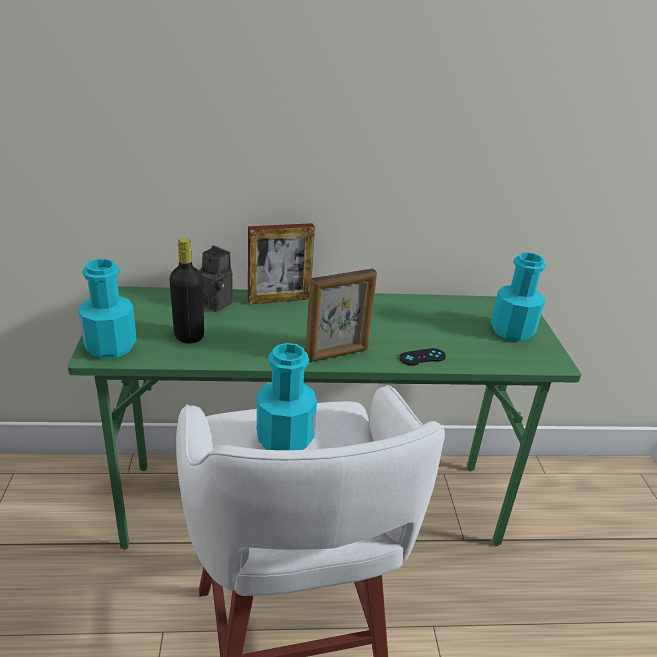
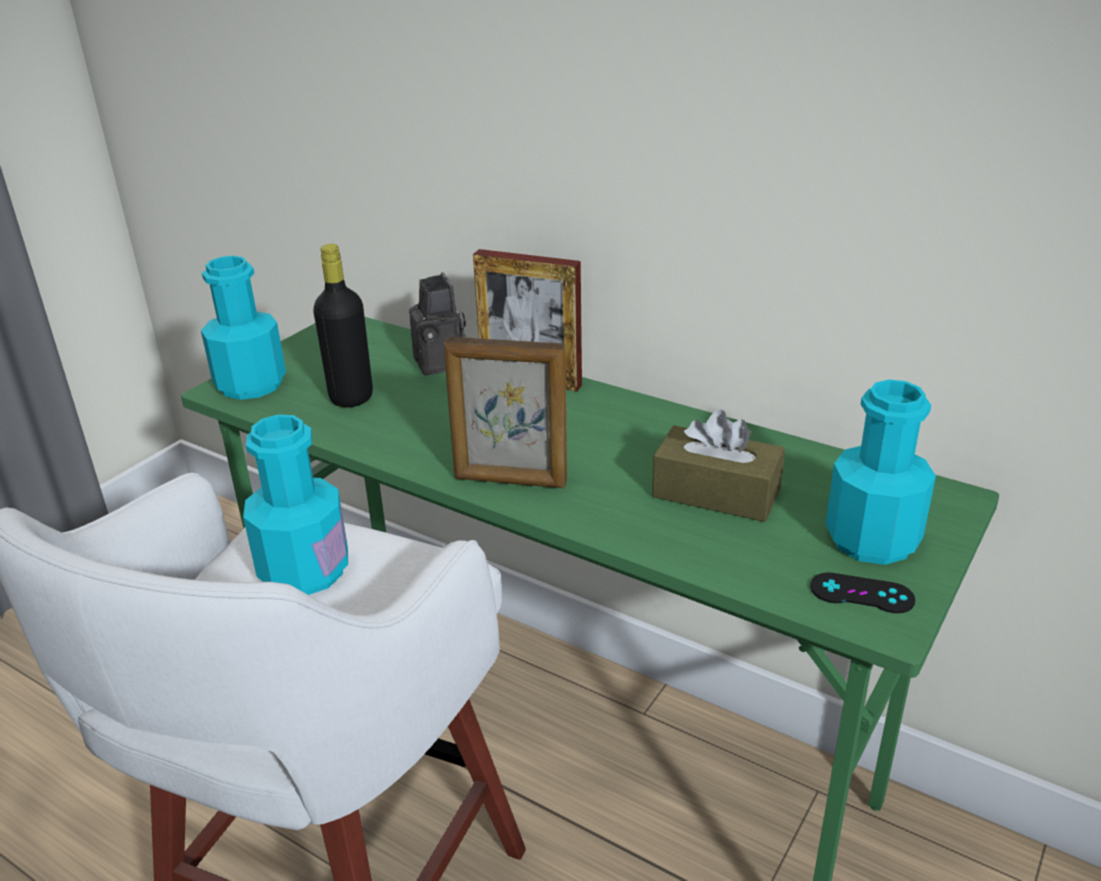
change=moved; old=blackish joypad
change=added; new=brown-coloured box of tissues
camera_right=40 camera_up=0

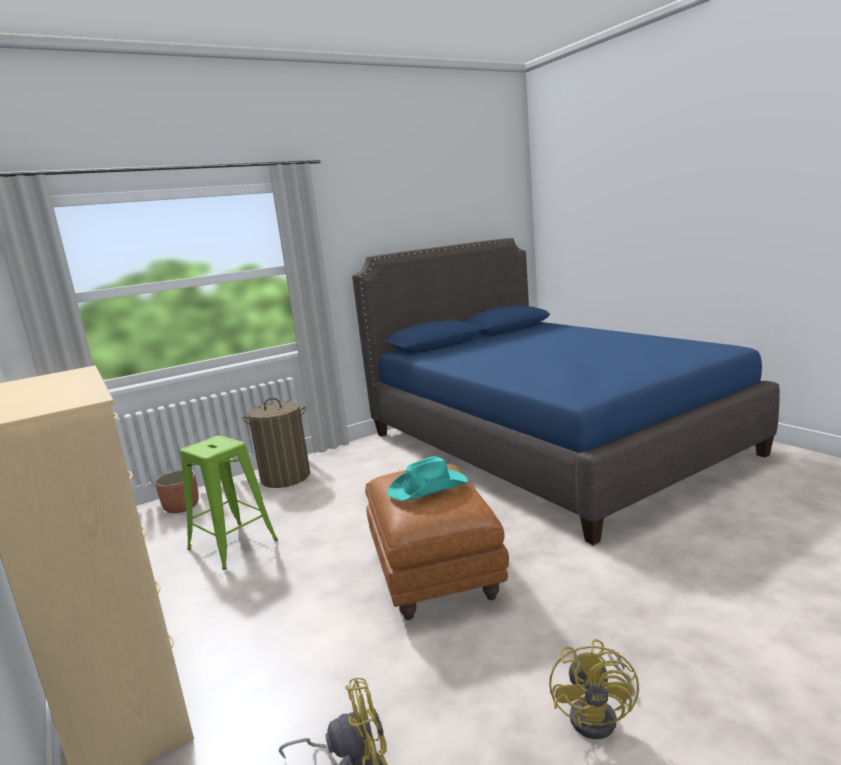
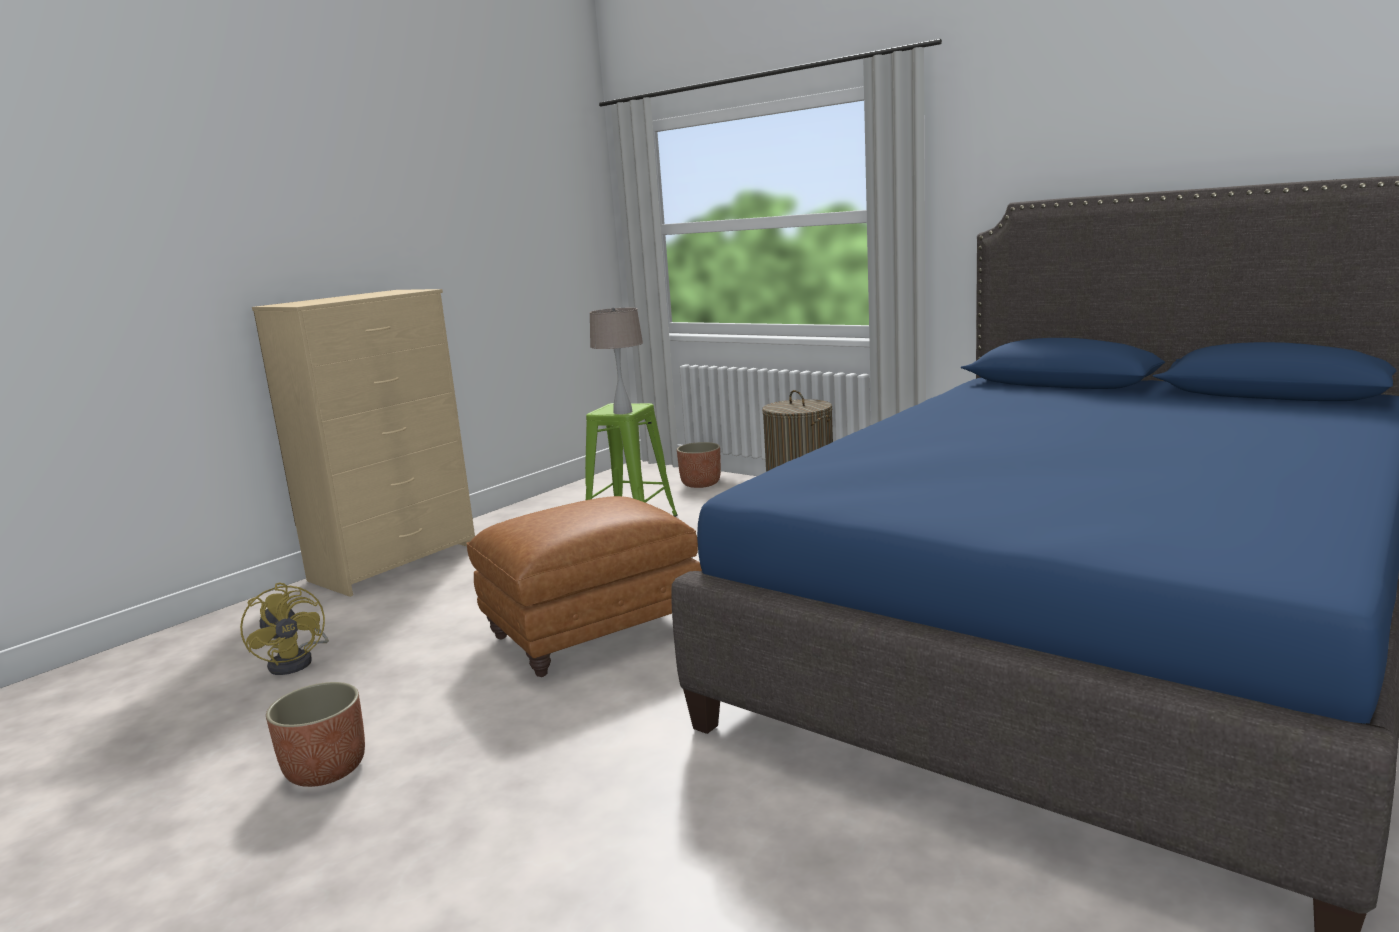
change=removed; old=turquoise-coloured hat
change=replaced; old=yellowish electric fan (2nd from left); new=plant pot (1st from left)
change=added; new=beige-coloured lamp for a table
camera_right=70 camera_up=0

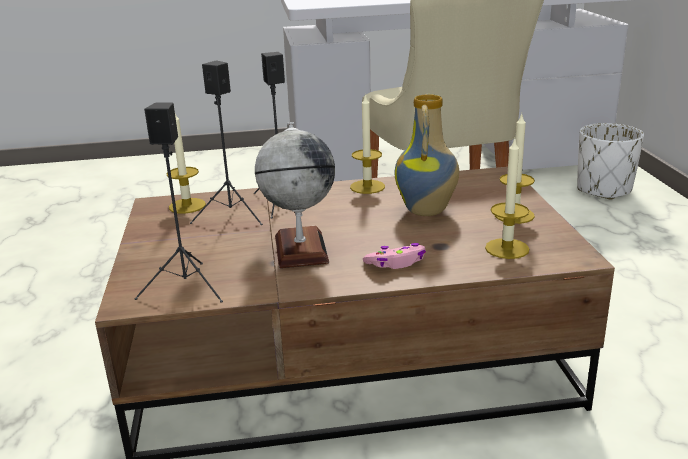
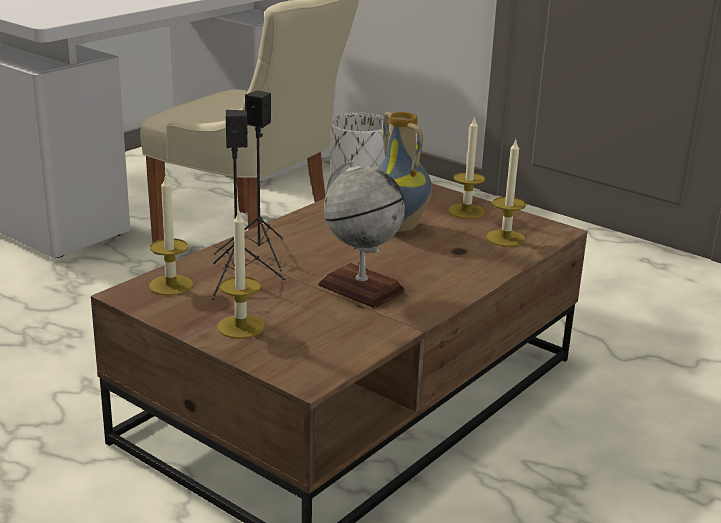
change=removed; old=blackish loudspeaker (1st from left)
change=moved; old=wax candle (2nd from left)
change=removed; old=pinkish joypad
camera_right=-45 camera_up=0

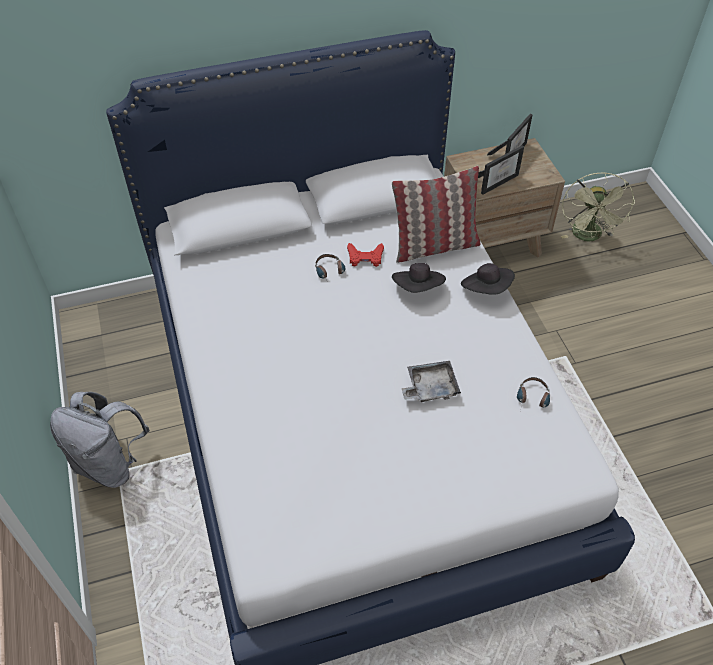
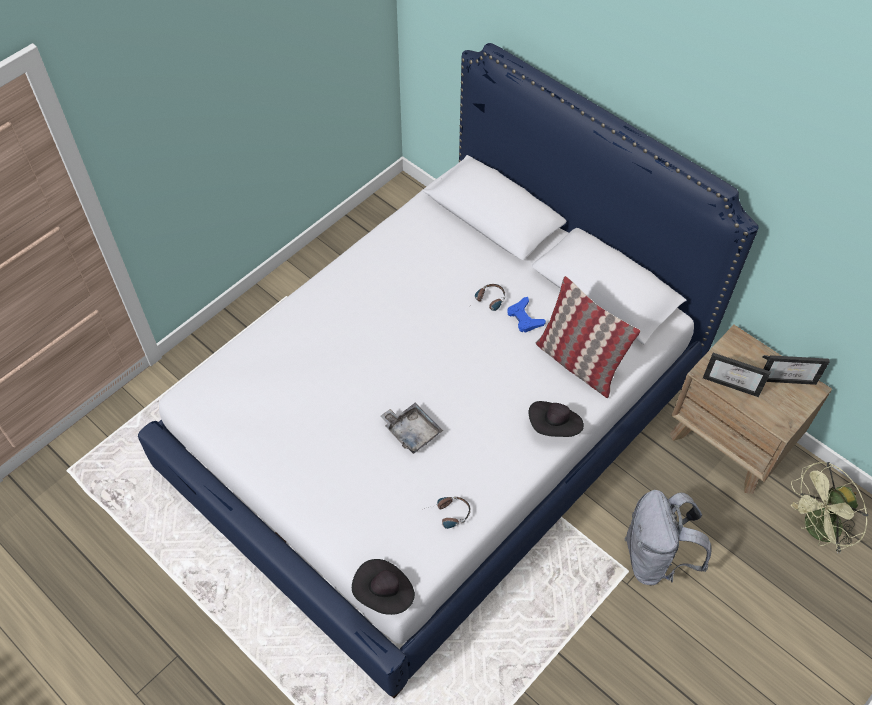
change=moved; old=greyish backpack
change=recoloured; old=reddish joypad; new=bluish joypad
change=moved; old=blackish hat (1st from left)
camera_right=60 camera_up=5

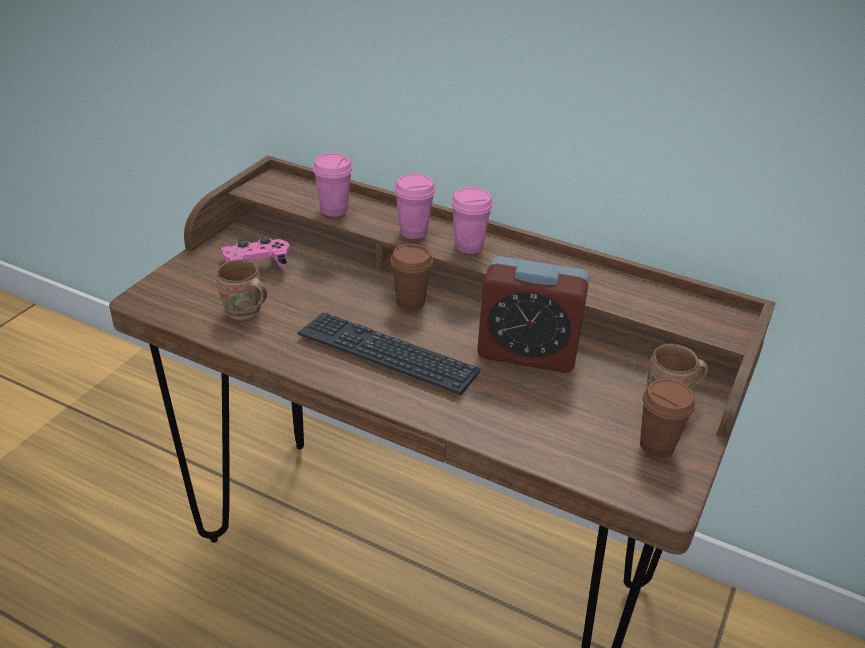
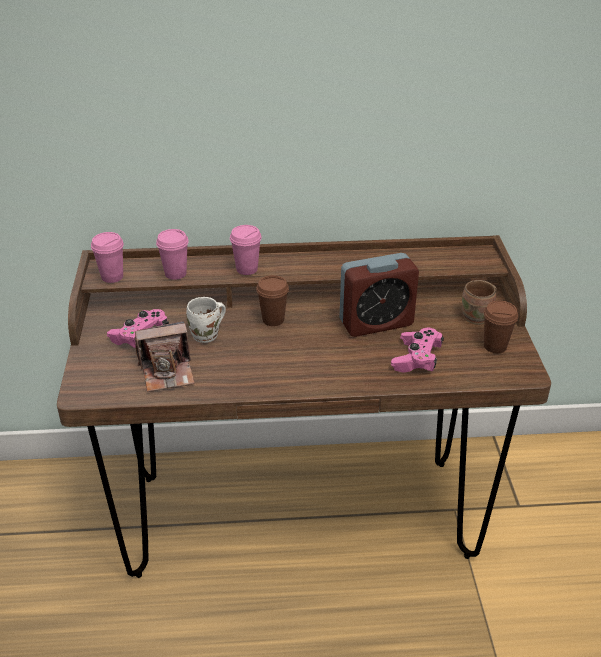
change=replaced; old=brown-coloured coffee mug (1st from left); new=photo camera
change=removed; old=PC keyboard
change=moved; old=pinkish drinking cup (3rd from left in the first image); new=pinkish drinking cup (1st from left)
change=added; new=whitish coffee mug
change=added; new=pinkish joypad (2nd from left)
camera_right=-30 camera_up=0

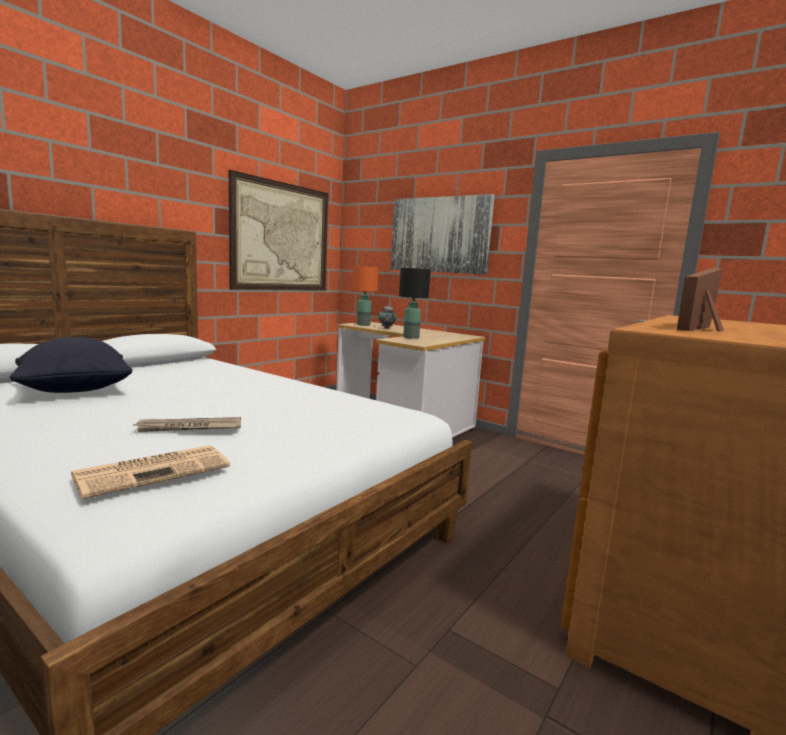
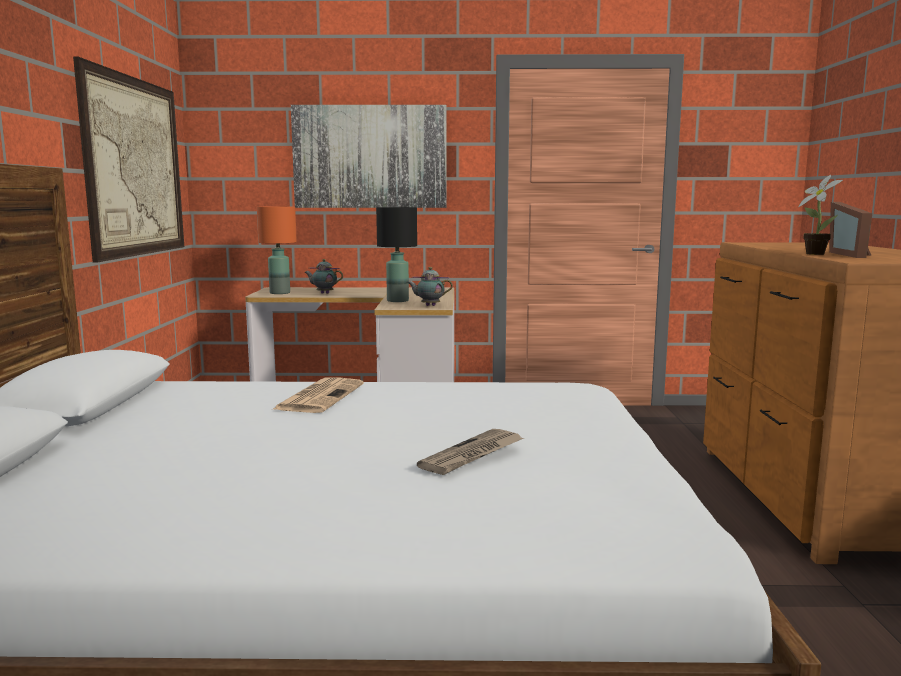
change=removed; old=blackish pillow
change=moved; old=newspaper (1st from left)
change=added; new=pot for tea (2nd from left)
change=added; new=potted plant
camera_right=-35 camera_up=0

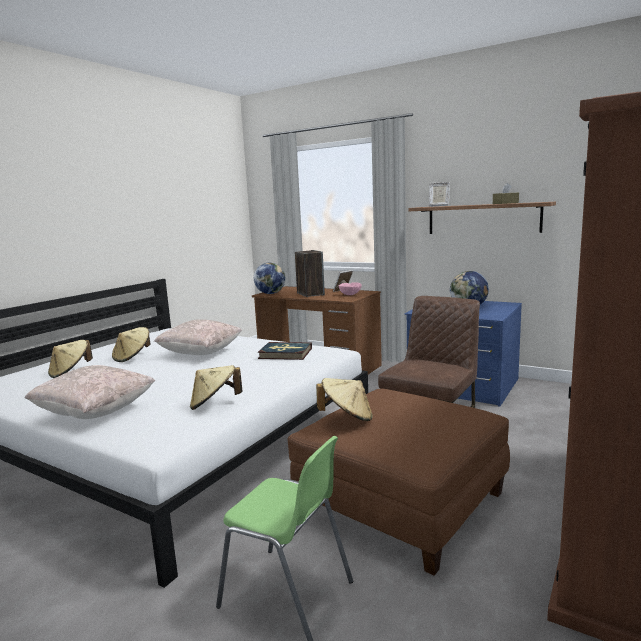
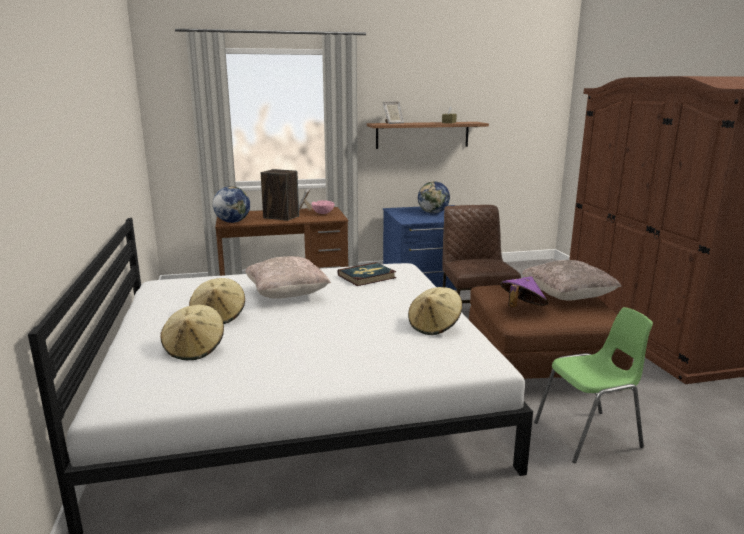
change=moved; old=beige-coloured pillow (1st from left in the first image); new=beige-coloured pillow (2nd from left)
change=recoloured; old=beige-coloured hat (4th from left); new=purplish hat
camera_right=-45 camera_up=5

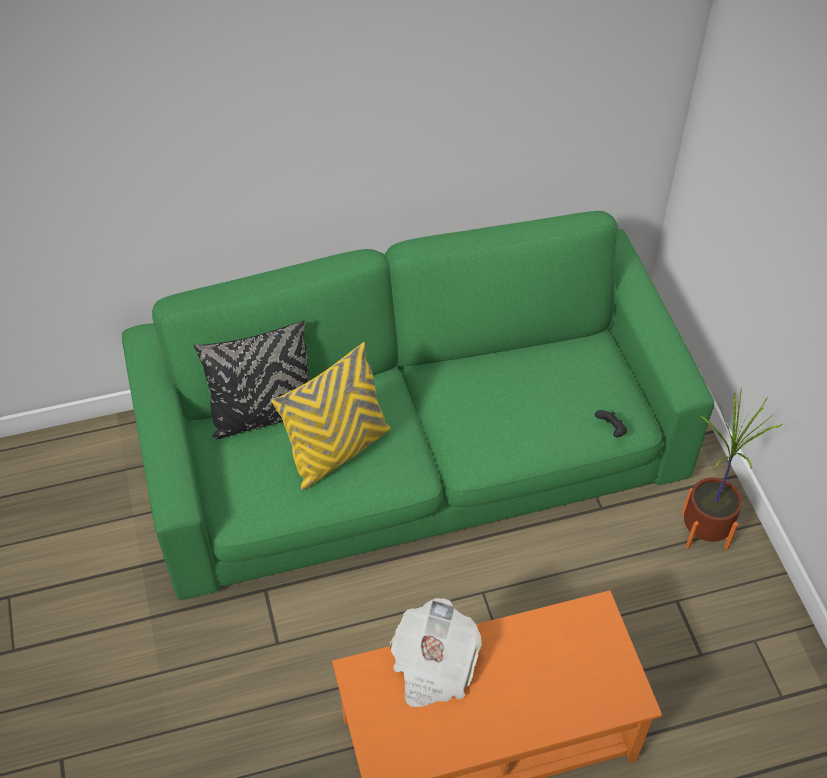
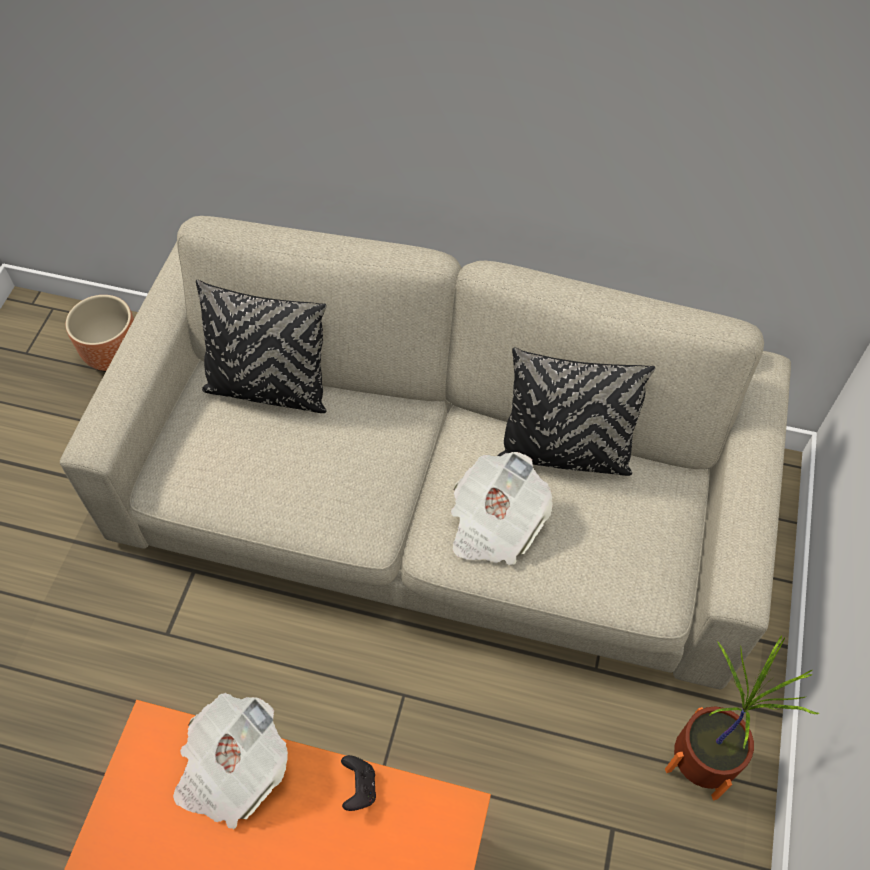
change=recoloured; old=green sofa; new=beige-coloured sofa
change=removed; old=yellowish pillow
change=moved; old=blackish joypad
change=added; new=brown-coloured plant pot
change=added; new=newspaper (2nd from left)
change=added; new=blackish pillow (2nd from left)
camera_right=30 camera_up=5

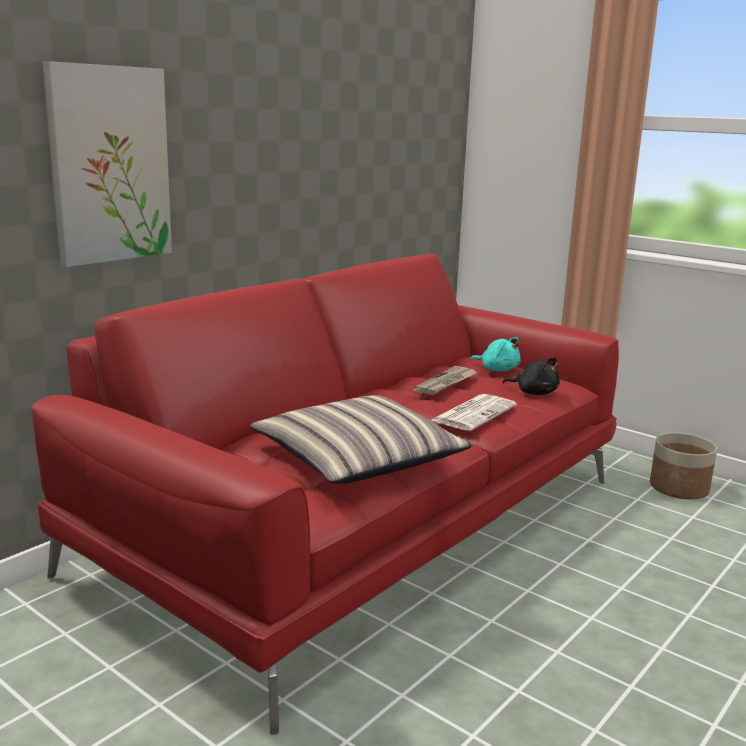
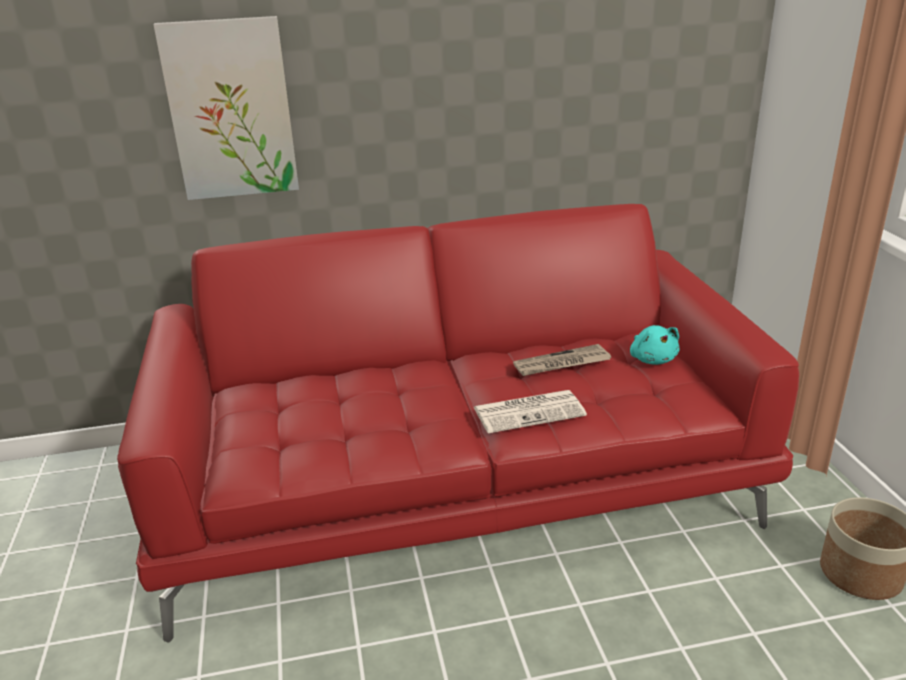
change=removed; old=pillow
change=removed; old=blackish soft toy
camera_right=40 camera_up=10

